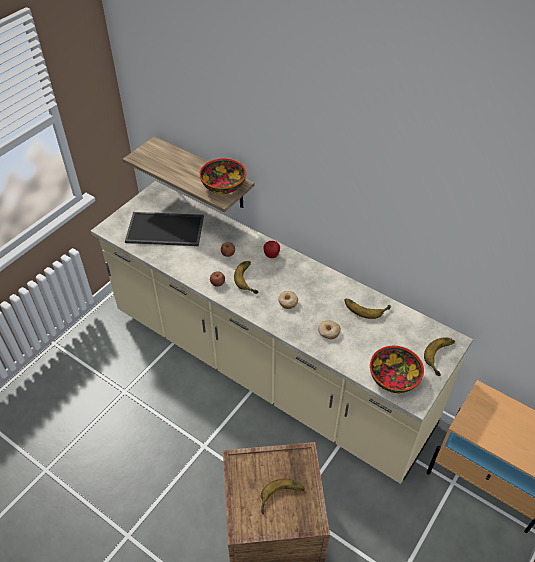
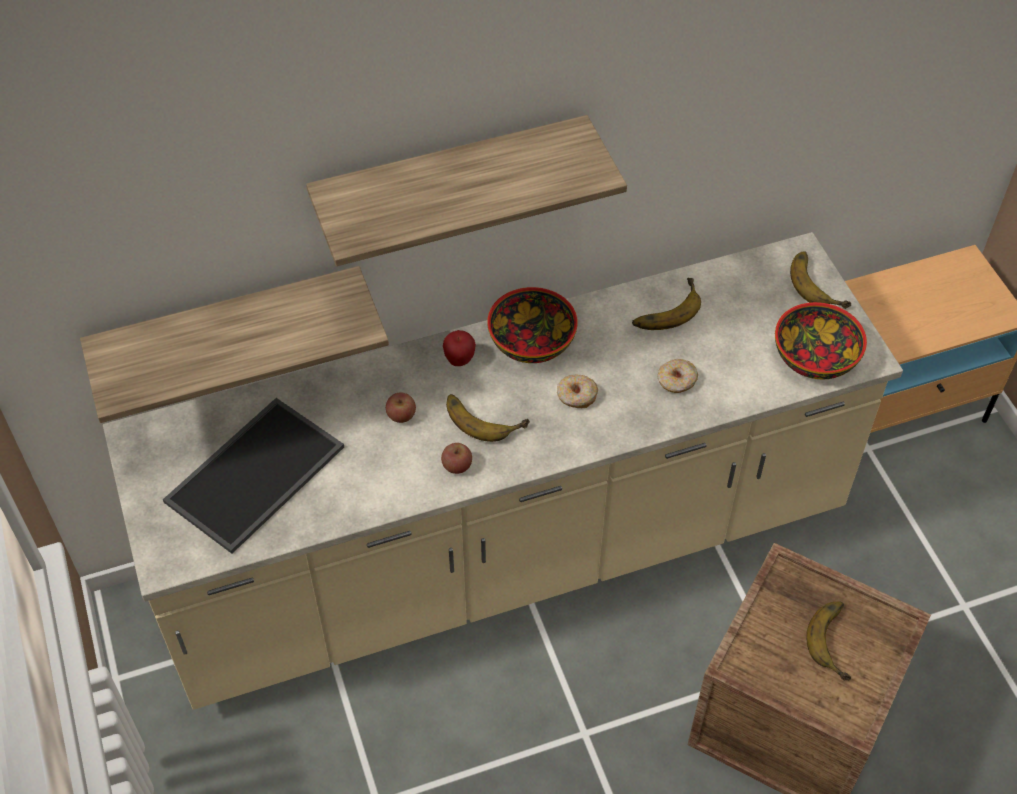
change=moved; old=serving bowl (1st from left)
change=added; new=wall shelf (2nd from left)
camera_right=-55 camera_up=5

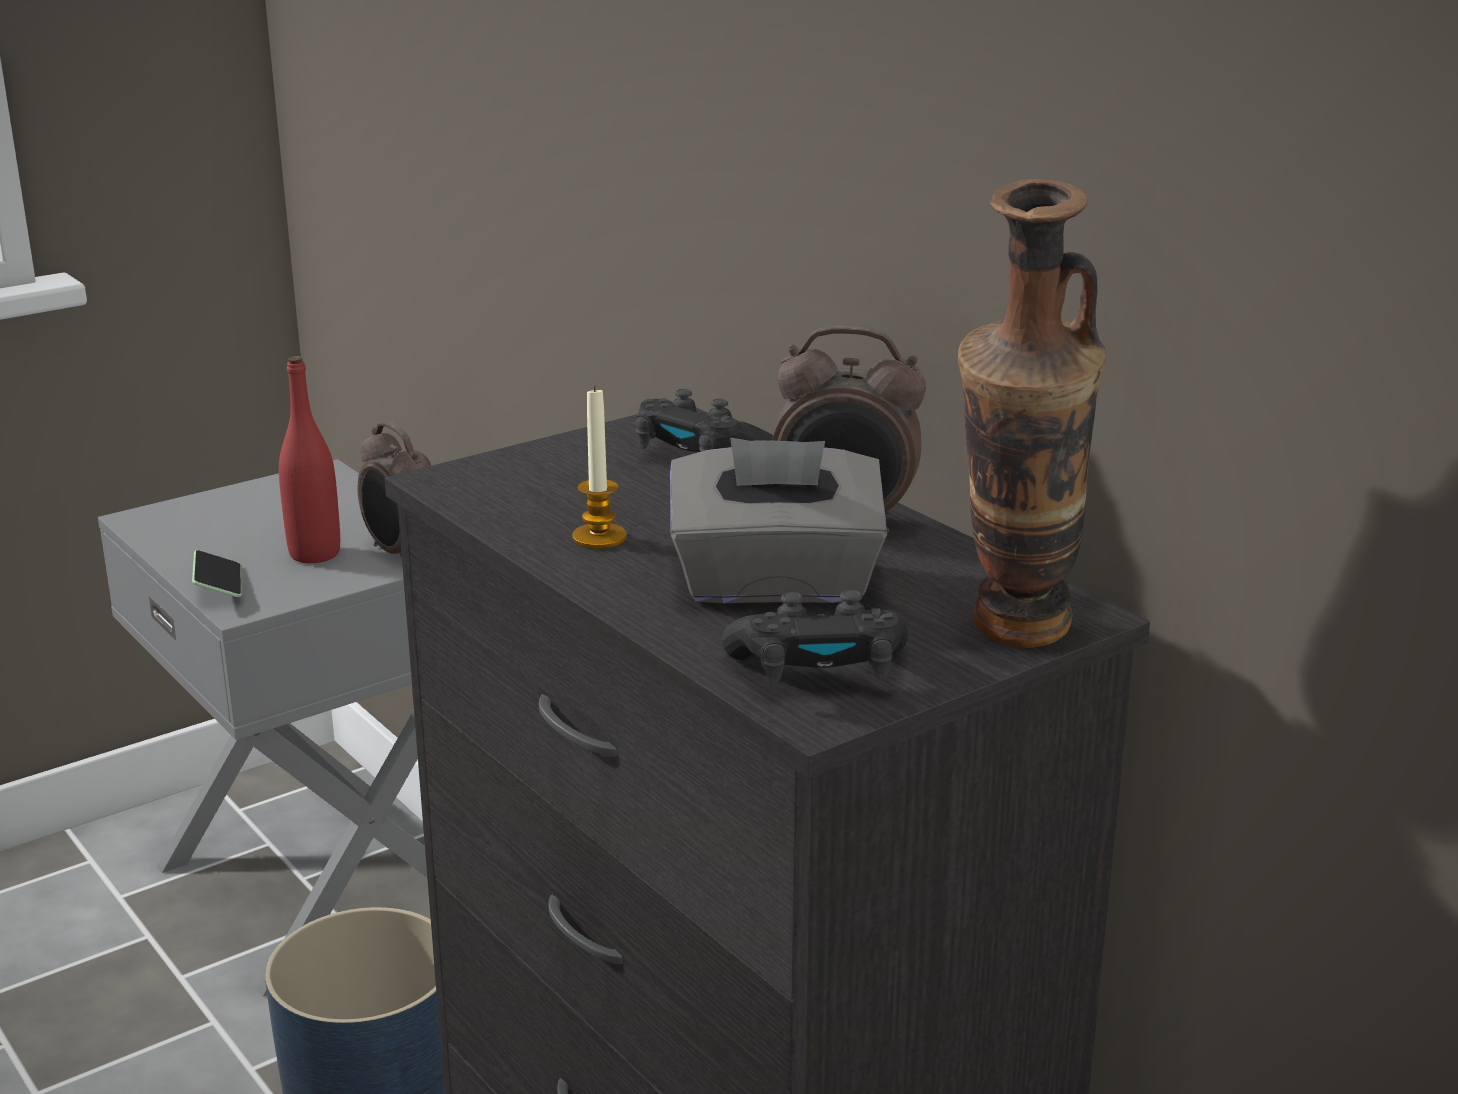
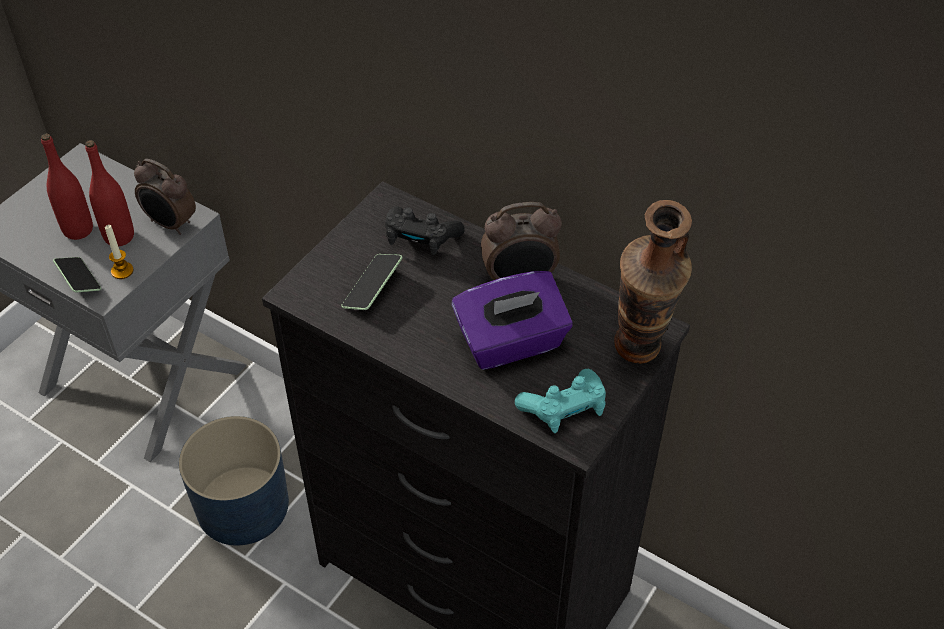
change=moved; old=wax candle
change=recoloured; old=greyish box of tissues; new=purplish box of tissues
change=recoloured; old=blackish joypad (2nd from left); new=turquoise-coloured joypad
change=added; new=reddish bottle (1st from left)
change=added; new=handset (2nd from left)
camera_right=-20 camera_up=25

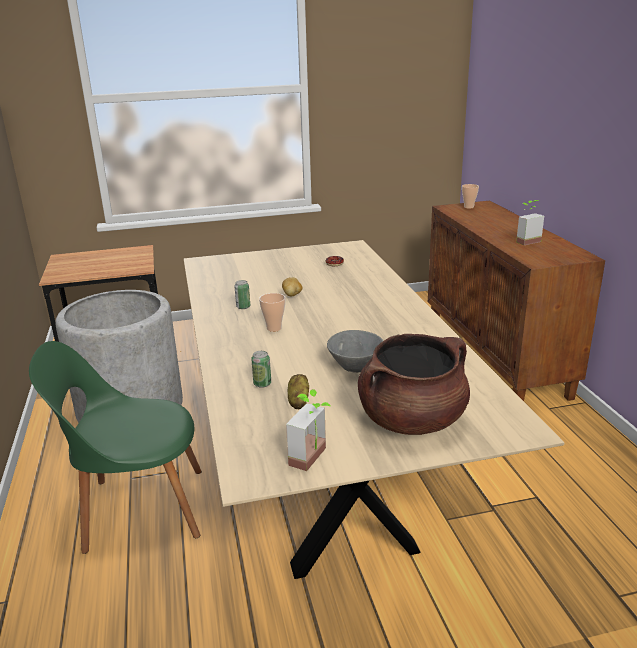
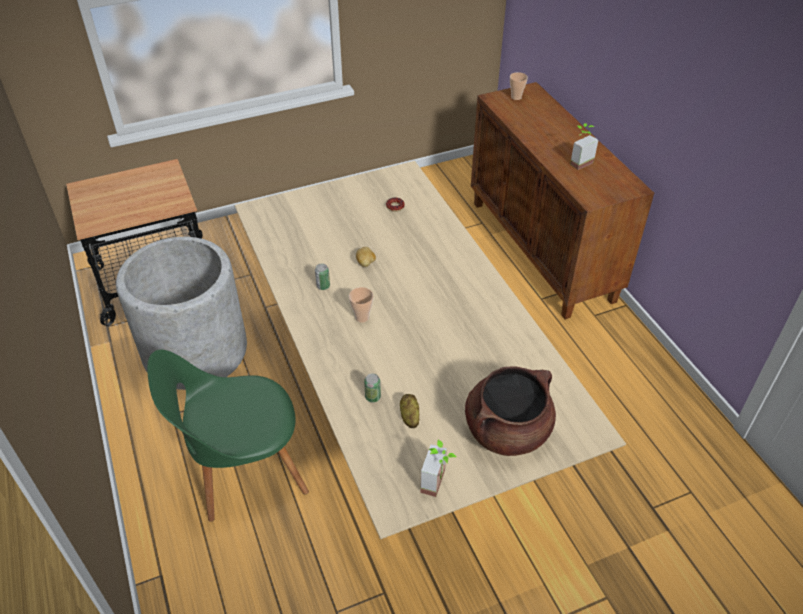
change=removed; old=greyish serving bowl
camera_right=-10 camera_up=20

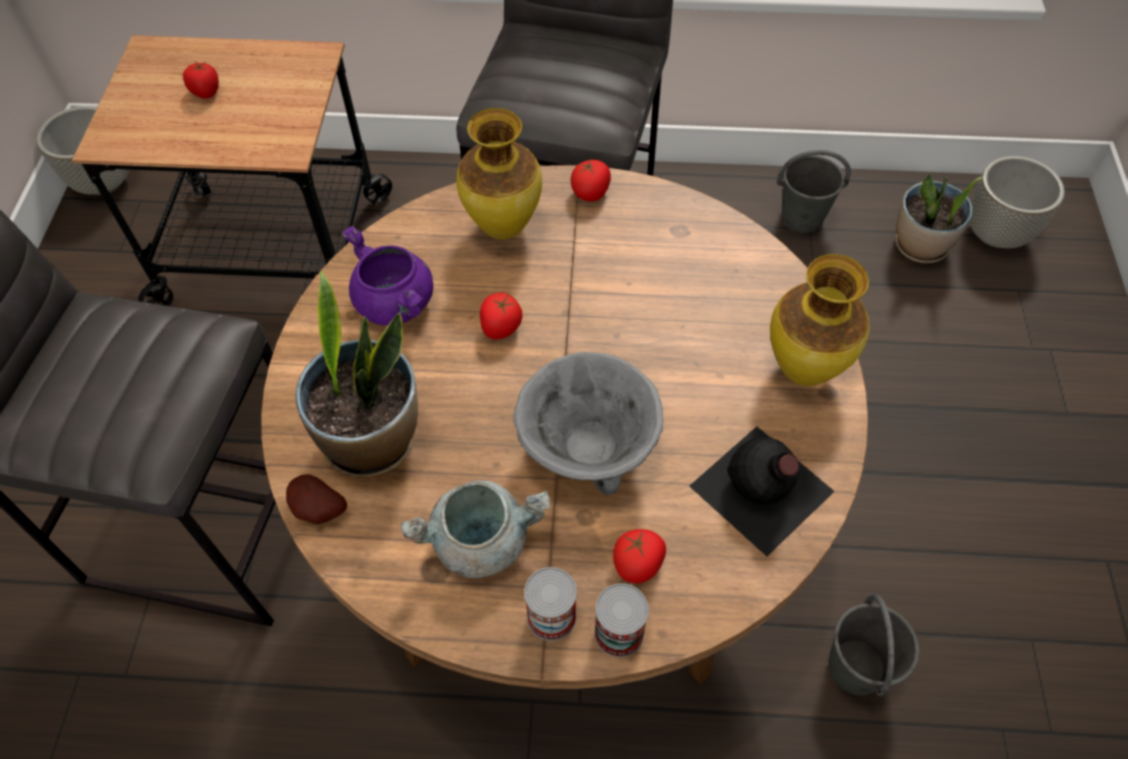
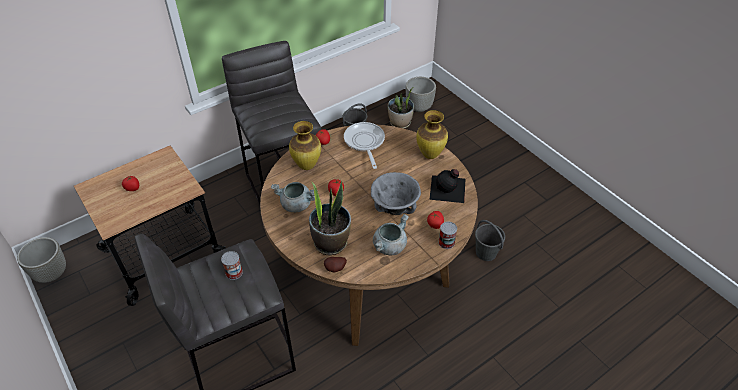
change=recoloured; old=purplish stockpot; new=greyish stockpot (1st from left)
change=moved; old=metal can (1st from left)
change=added; new=skillet
camera_right=-40 camera_up=-10

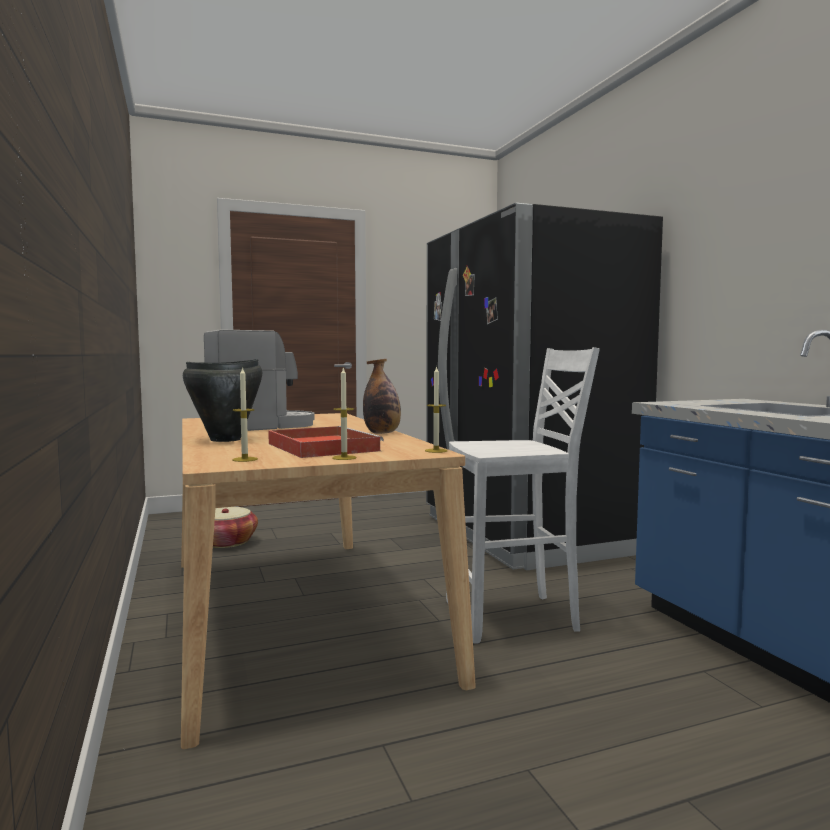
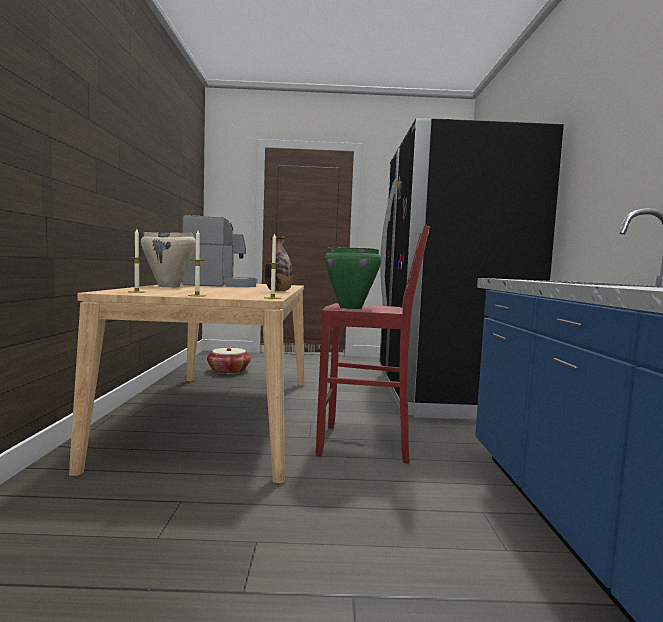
change=recoloured; old=blackish stockpot; new=beige-coloured stockpot
change=removed; old=reddish serving tray
change=recoloured; old=whitish stool; new=reddish stool
change=added; new=green stockpot
camera_right=20 camera_up=0

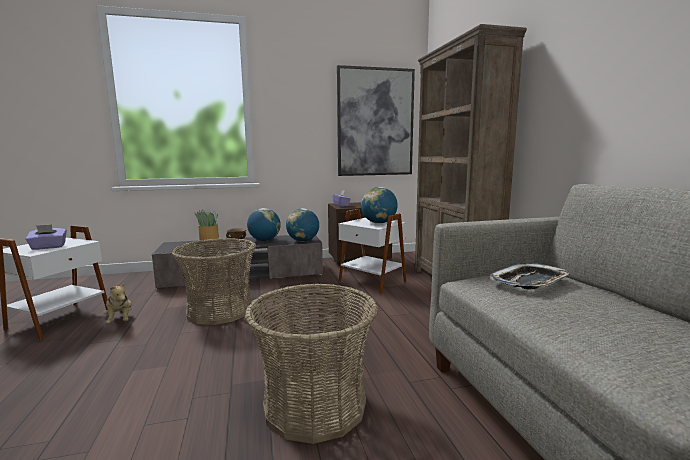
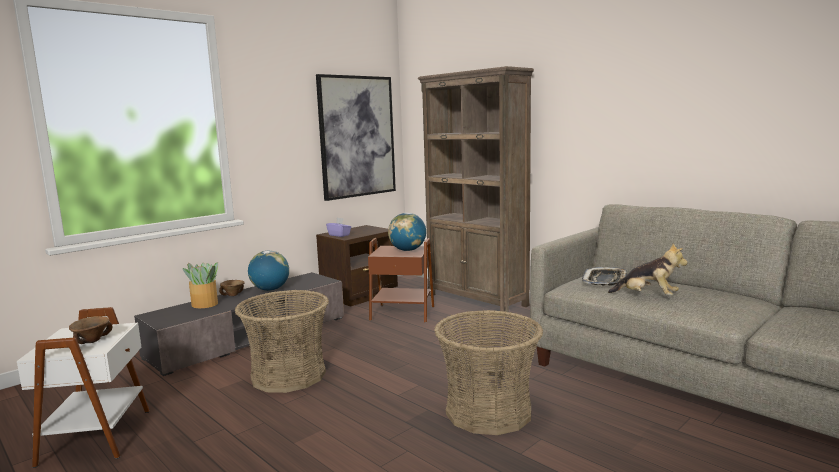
change=replaced; old=purplish box of tissues (1st from left); new=brown-coloured serving bowl (1st from left)
change=moved; old=soft toy
change=removed; old=desk globe (2nd from left)
change=recoloured; old=whitish end table (2nd from left); new=brown-coloured end table
camera_right=-30 camera_up=0

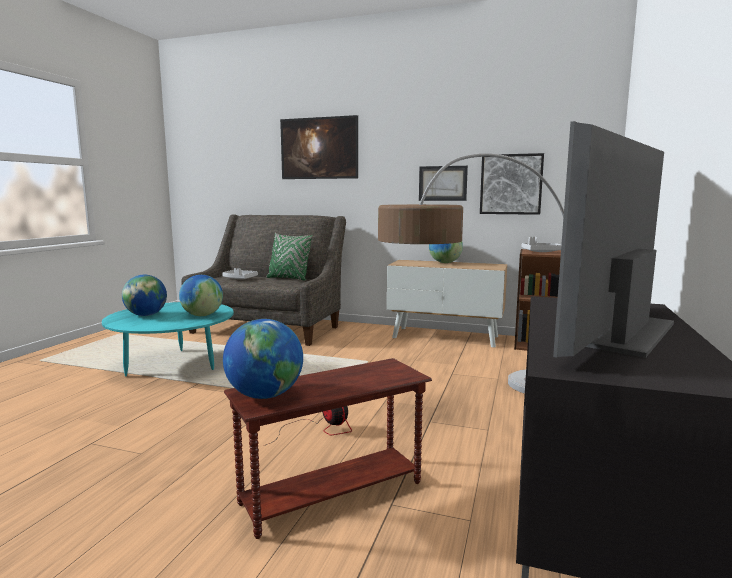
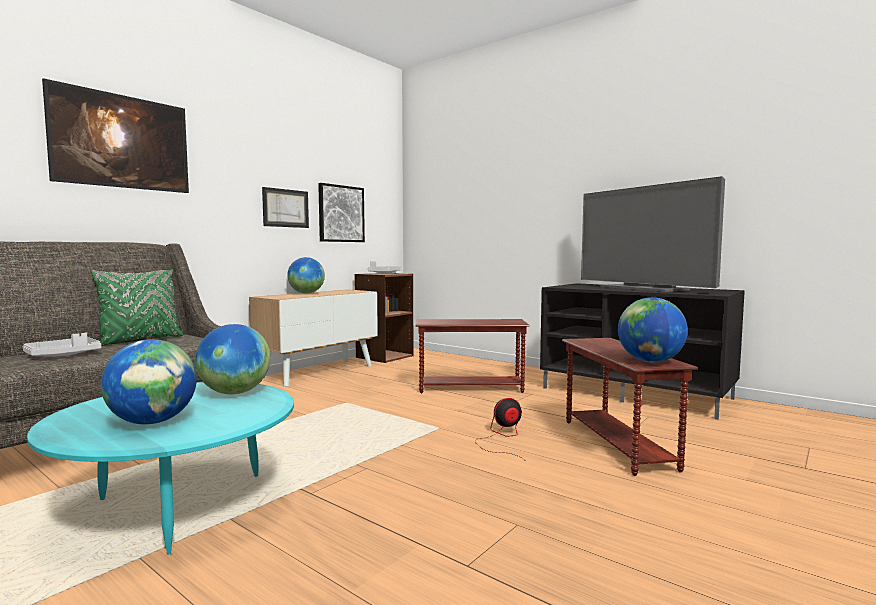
change=replaced; old=standing lamp; new=brown-coloured end table (1st from left)
camera_right=-70 camera_up=-5

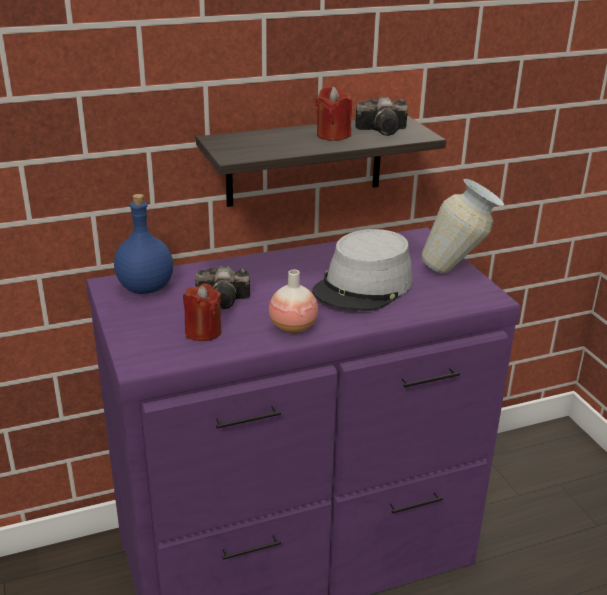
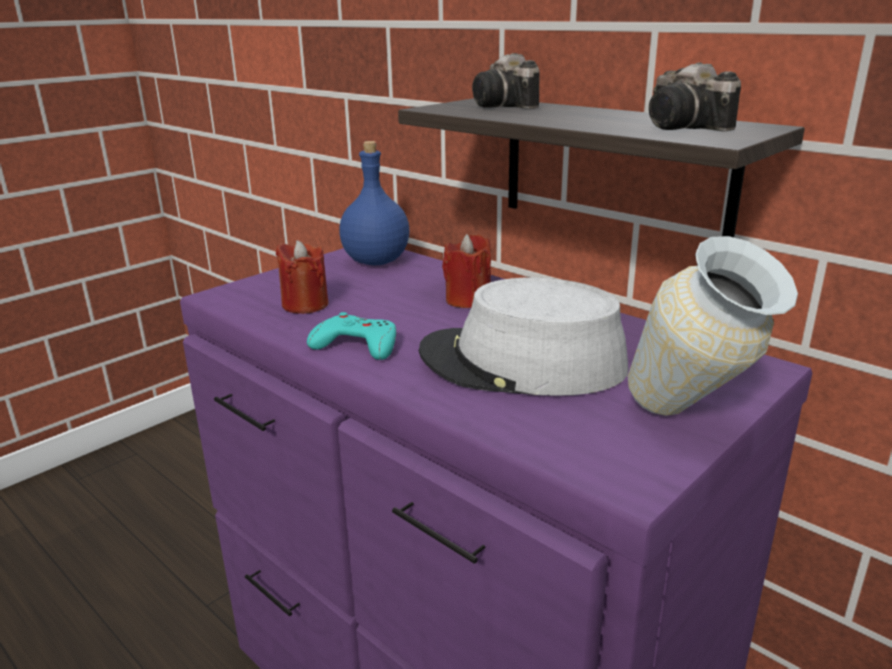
change=moved; old=photo camera (1st from left)
change=replaced; old=flower vase (1st from left); new=turquoise-coloured joypad
change=moved; old=reddish wax candle (2nd from left)
camera_right=65 camera_up=-5

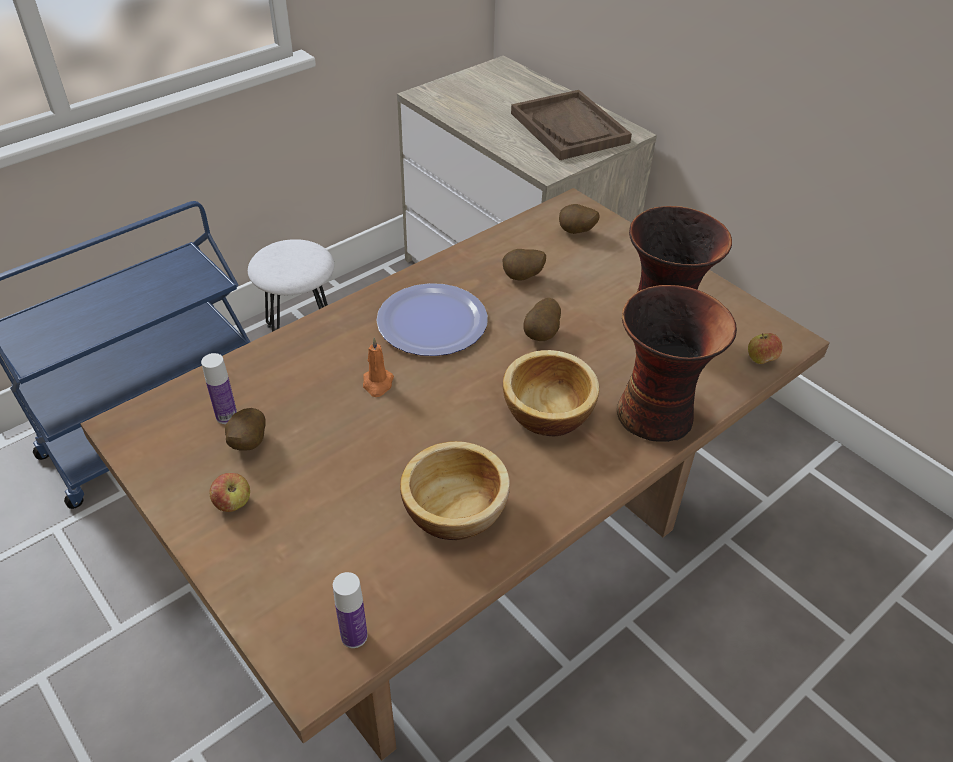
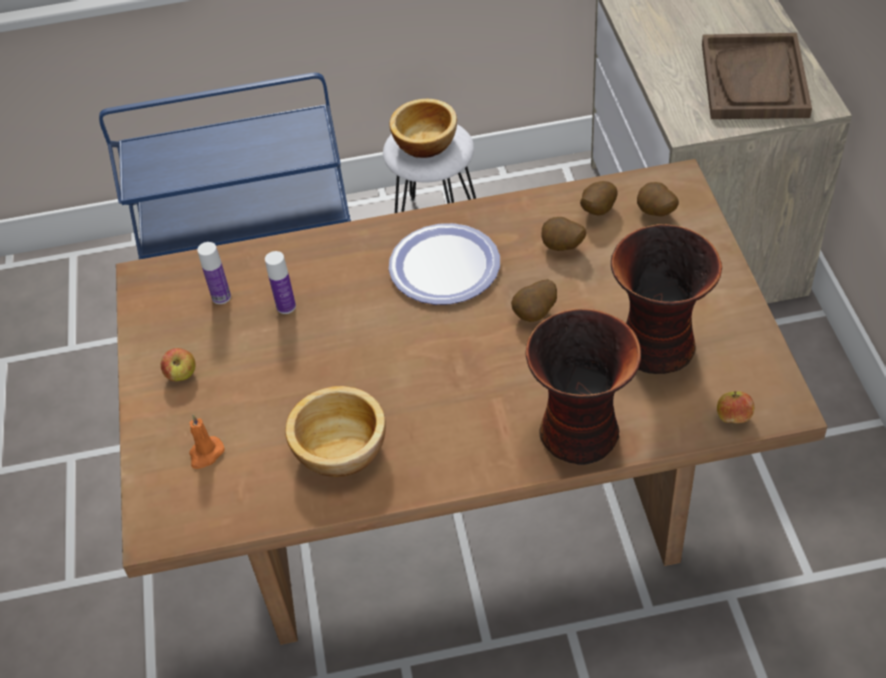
change=moved; old=whole potato (1st from left in the first image); new=whole potato (3rd from left)
change=moved; old=bottle (2nd from left)
change=moved; old=orangey wax candle
change=moved; old=serving bowl (2nd from left)
camera_right=35 camera_up=5

